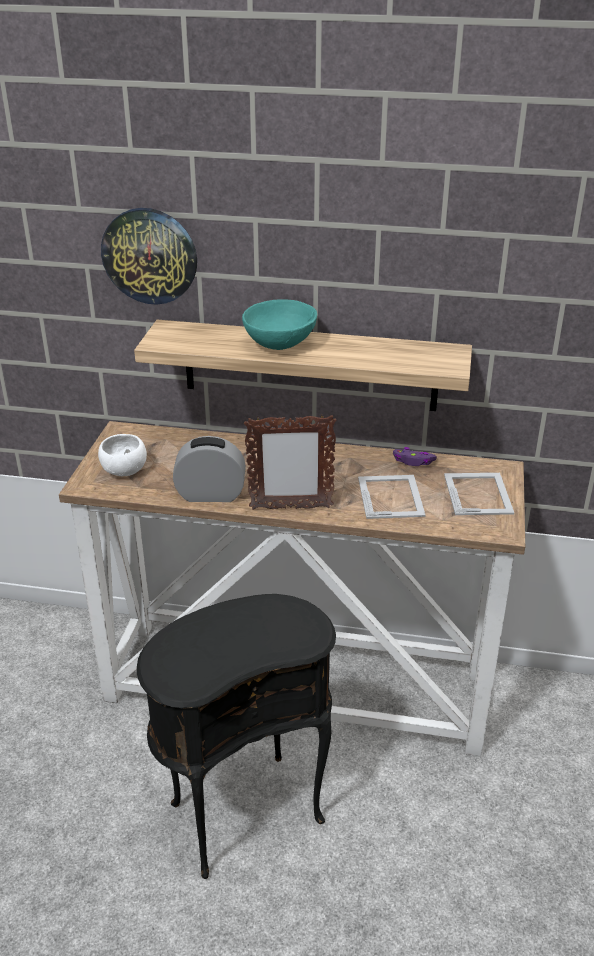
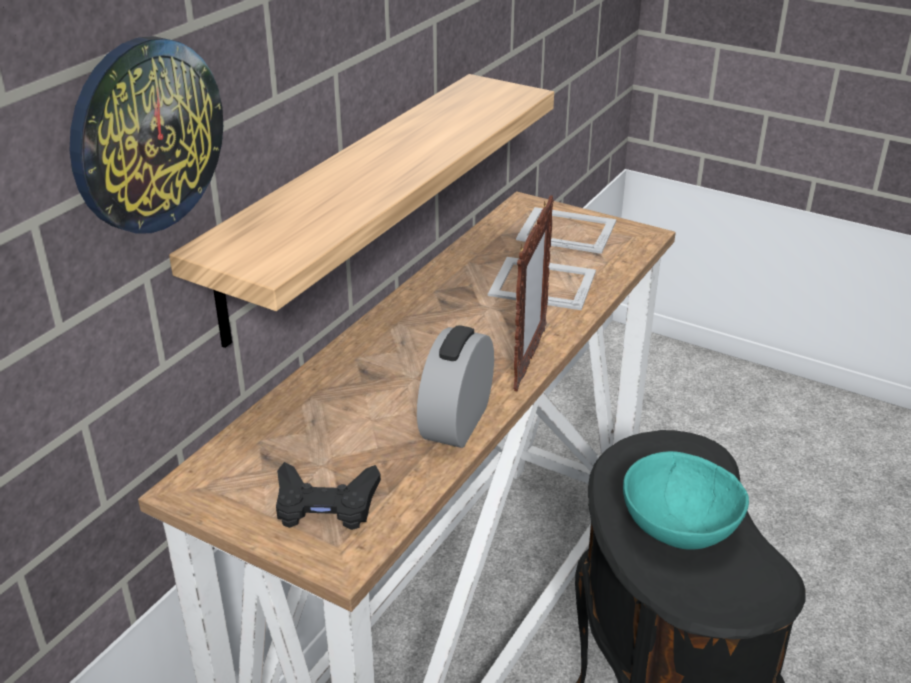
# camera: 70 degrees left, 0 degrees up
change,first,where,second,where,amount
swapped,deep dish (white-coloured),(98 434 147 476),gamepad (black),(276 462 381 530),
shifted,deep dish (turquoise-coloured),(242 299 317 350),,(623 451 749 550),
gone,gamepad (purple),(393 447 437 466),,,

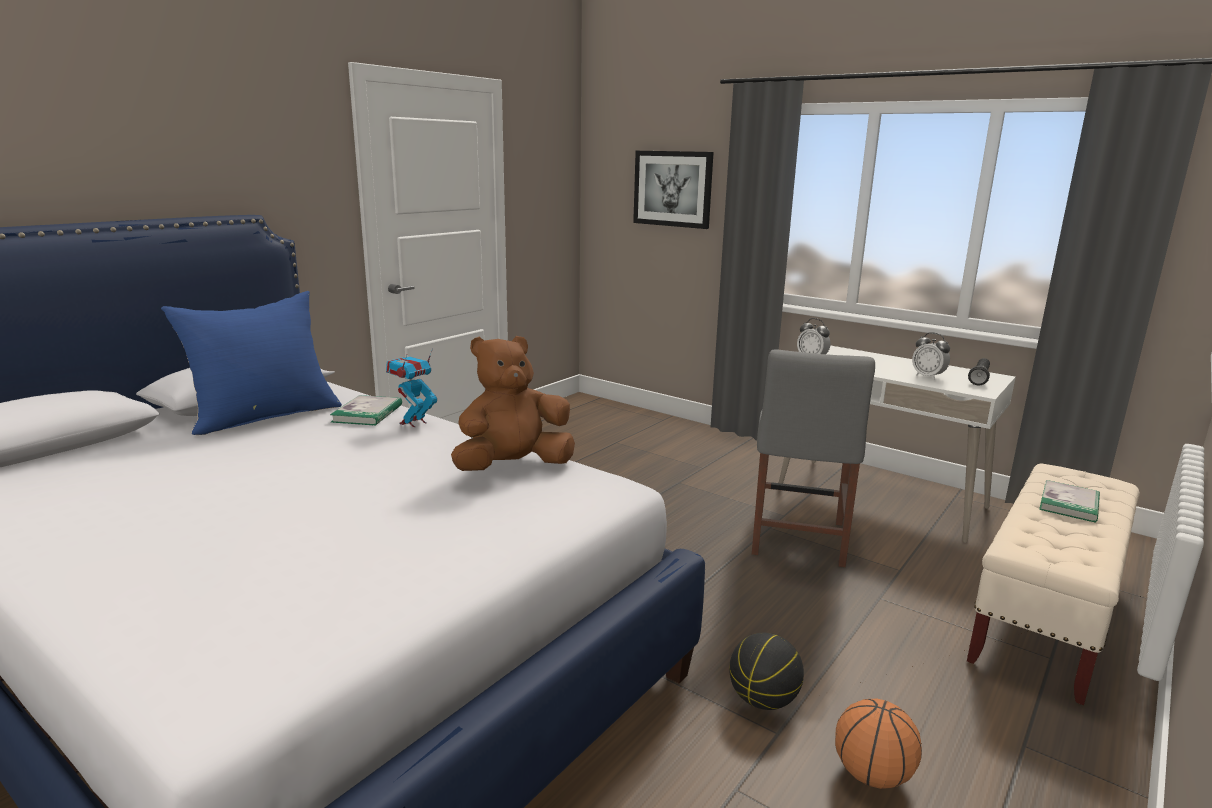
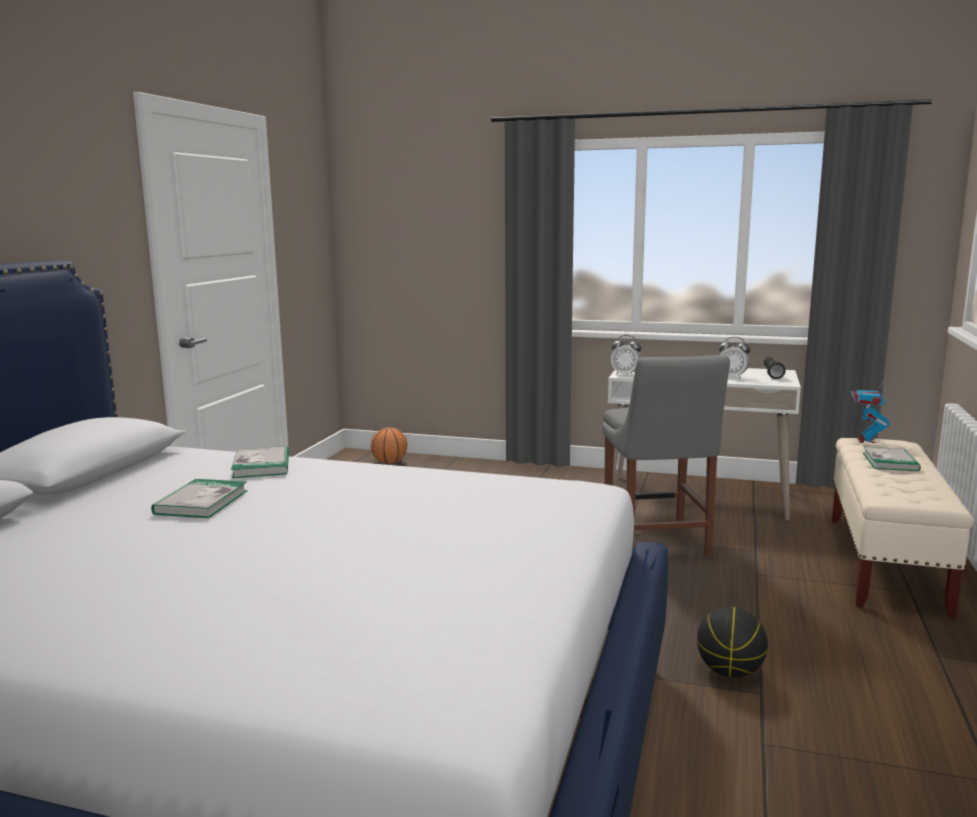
# camera: 20 degrees left, 5 degrees down
change,first,where,second,where,amount
gone,cushion (bluish),(161 291 342 435),,,
shifted,model robot,(386 348 437 427),,(851 381 890 443),
gone,plush toy (brownish),(451 336 575 471),,,
gone,wall art,(633 151 714 229),,,
shifted,ball for basketball,(835 699 922 789),,(371 427 407 464),
new,,,book,(151 479 248 518),

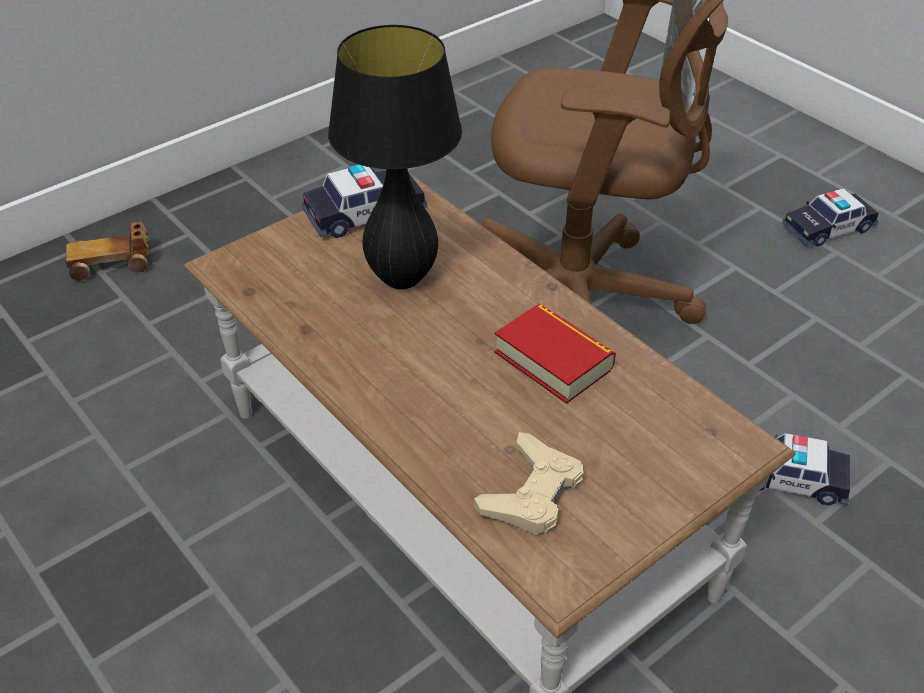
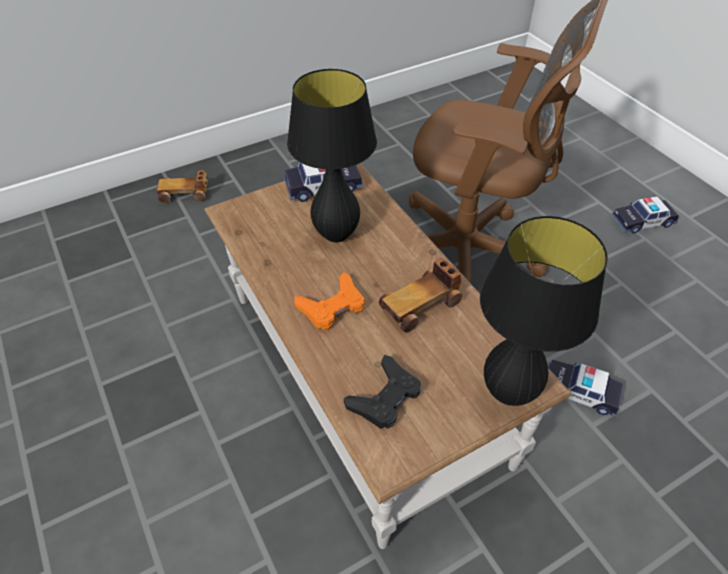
# camera: 10 degrees right, 5 degrees up
change,first,where,second,where,amount
repainted,gamepad (sand-coloured),(474 432 583 535),gamepad (black),(344 355 421 429),
swapped,book,(494 303 616 404),model car,(379 258 462 333),
new,,,gamepad (orange-coloured),(295 272 365 330),
new,,,lamp for a table (black),(480 216 608 406),

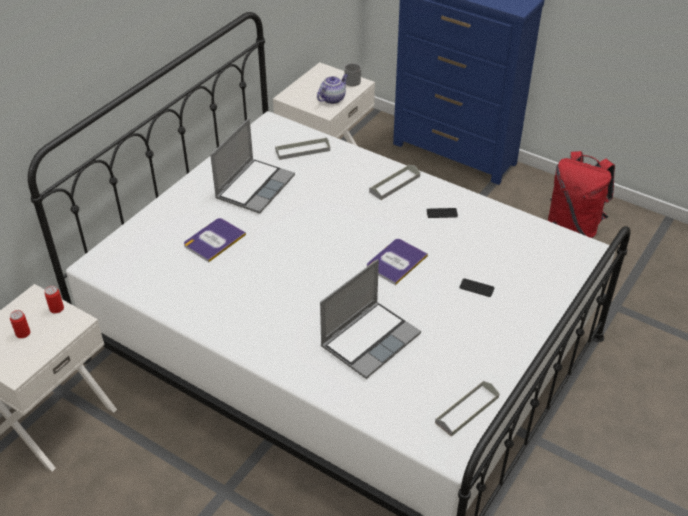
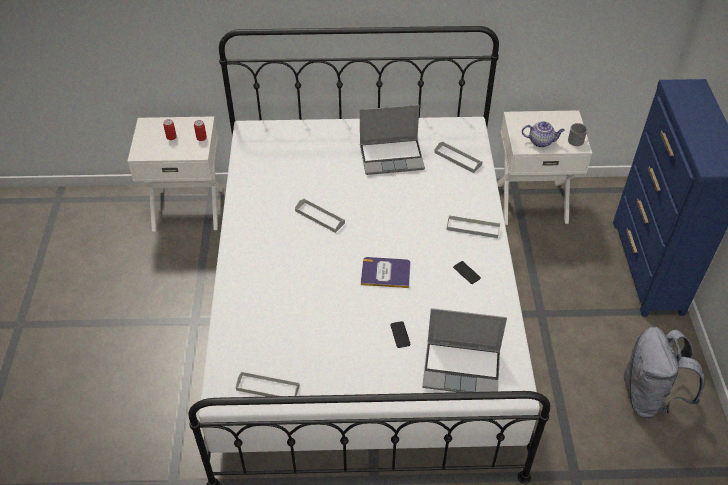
# camera: 55 degrees right, 5 degrees up
change,first,where,second,where,amount
gone,book,(184 218 246 262),,,
shifted,notebook computer,(320 259 421 379),,(422 308 507 392),
repainted,rucksack (red),(548 151 615 238),rucksack (greyish),(622 327 704 418),
new,,,serving tray (greyish),(295 199 345 233),

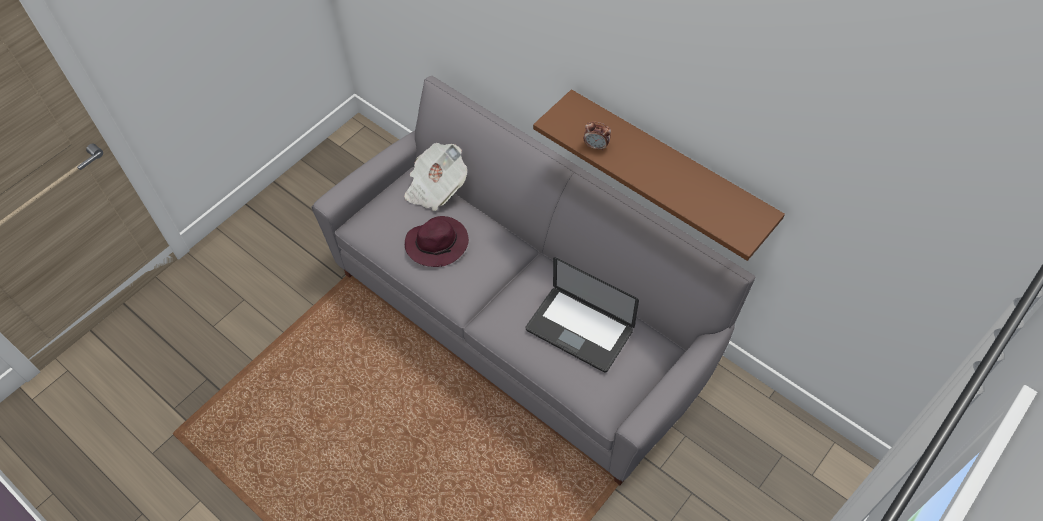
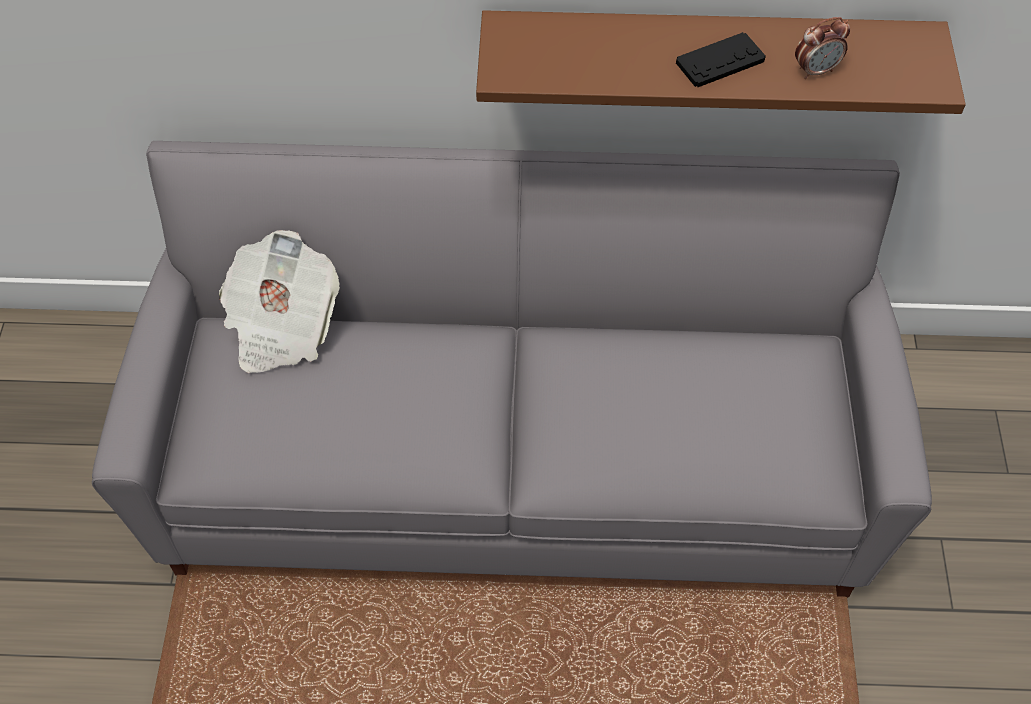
# camera: 40 degrees left, 0 degrees up
change,first,where,second,where,amount
gone,wearable hat (purple),(405 216 469 267),,,
gone,notebook computer,(526 257 639 372),,,
shifted,bedside clock,(583 121 611 151),,(795 17 850 79),
new,,,gamepad (black),(676 32 766 87),

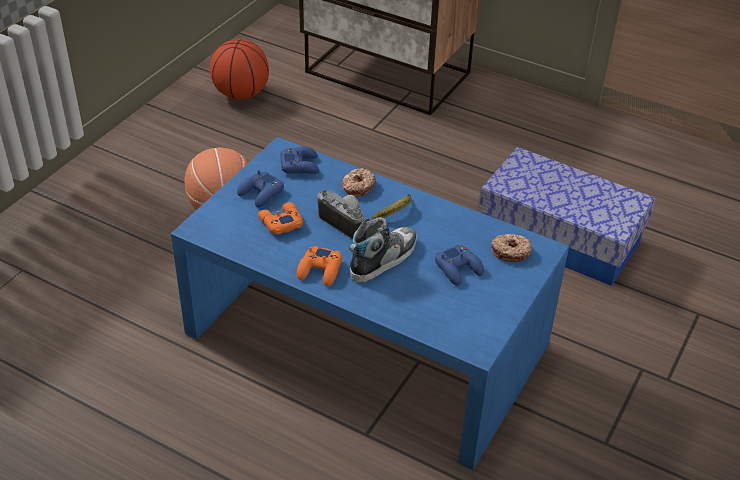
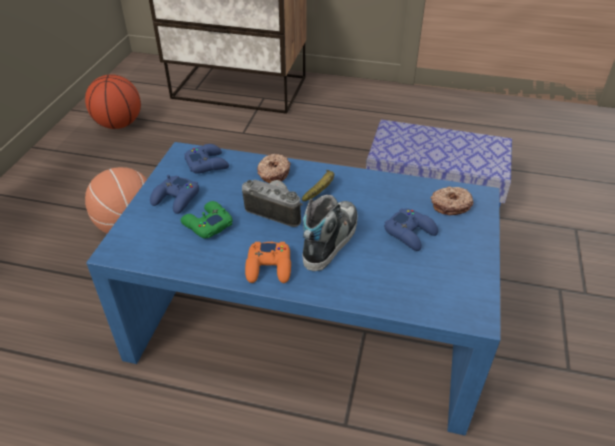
# camera: 15 degrees left, 0 degrees up
change,first,where,second,where,amount
repainted,gamepad (orange-coloured),(258 202 303 235),gamepad (green-coloured),(181 201 233 238),

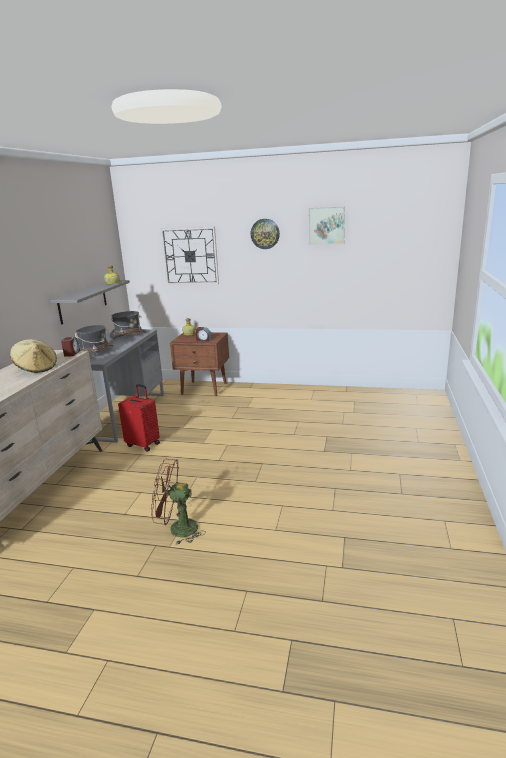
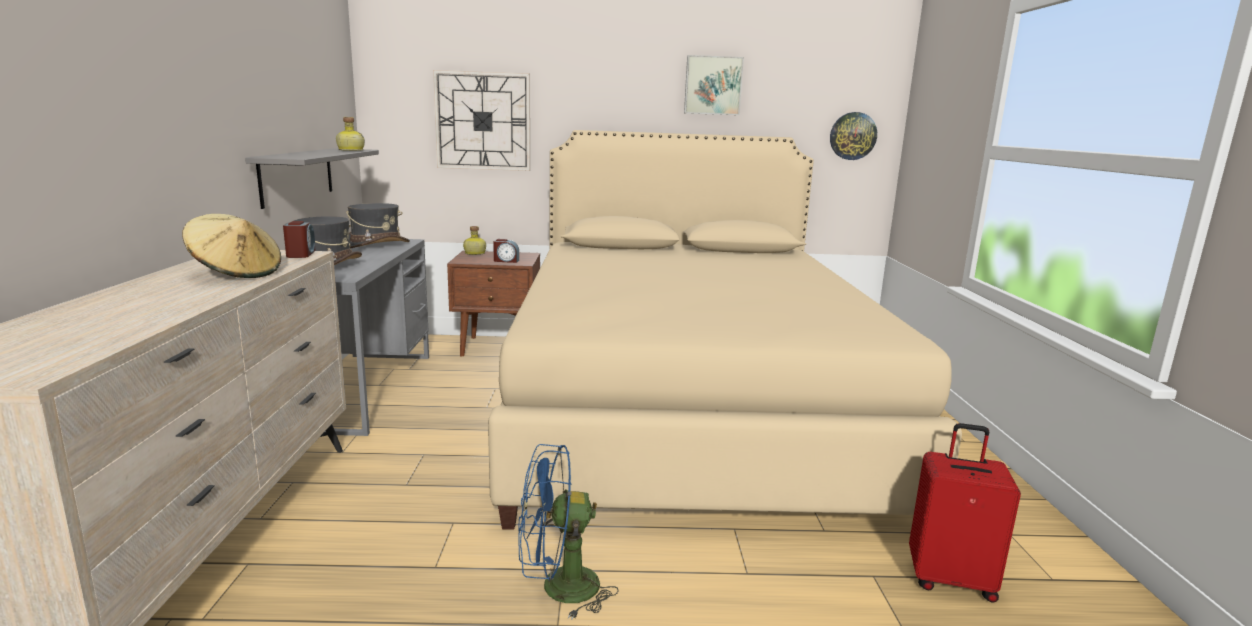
# camera: 15 degrees left, 5 degrees down
change,first,where,second,where,amount
shifted,travel case (red),(118 384 160 452),,(909 423 1021 603),
repainted,fan (brownish),(151 459 206 545),fan (bluish),(518 444 619 620),
shifted,clock on the wall,(250 219 280 249),,(830 112 877 160),
new,,,bedroom bed (sand-coloured),(488 130 962 530),

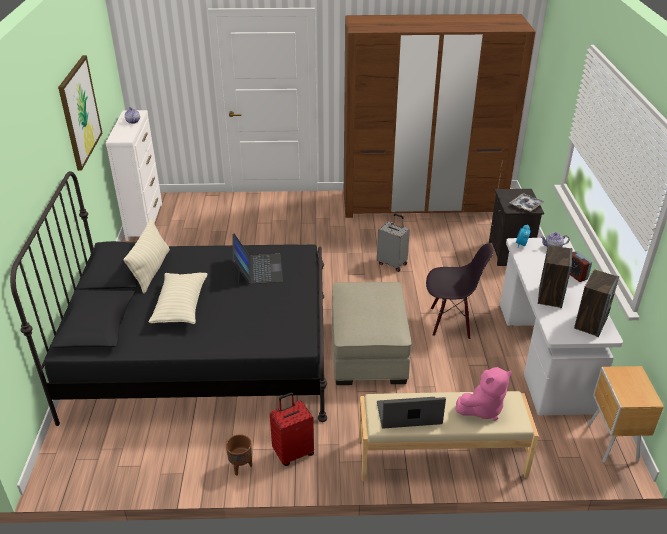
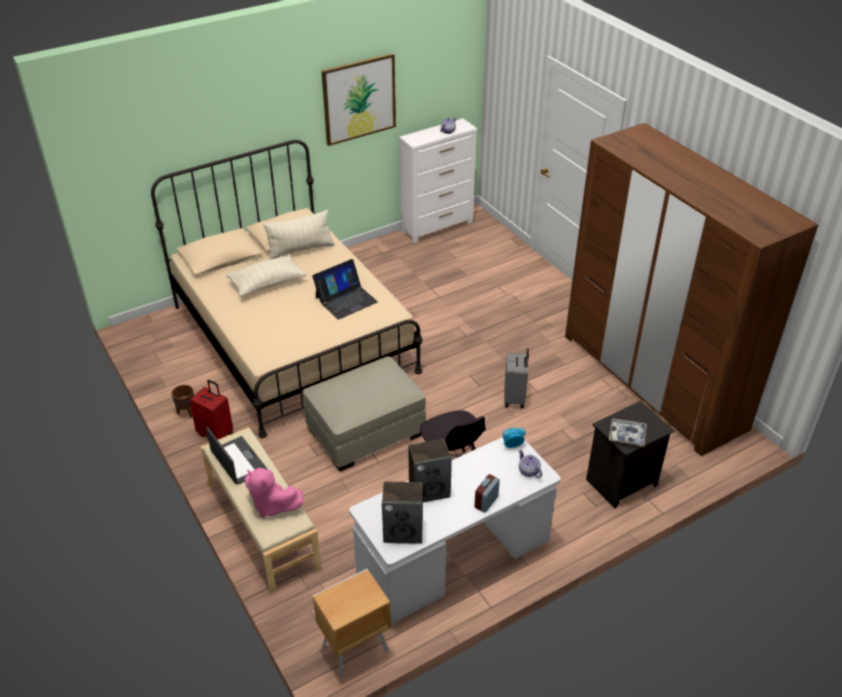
# camera: 60 degrees right, 5 degrees up
change,first,where,second,where,amount
repainted,bedroom bed (black),(10 171 327 426),bedroom bed (sand-coloured),(151 140 423 438),

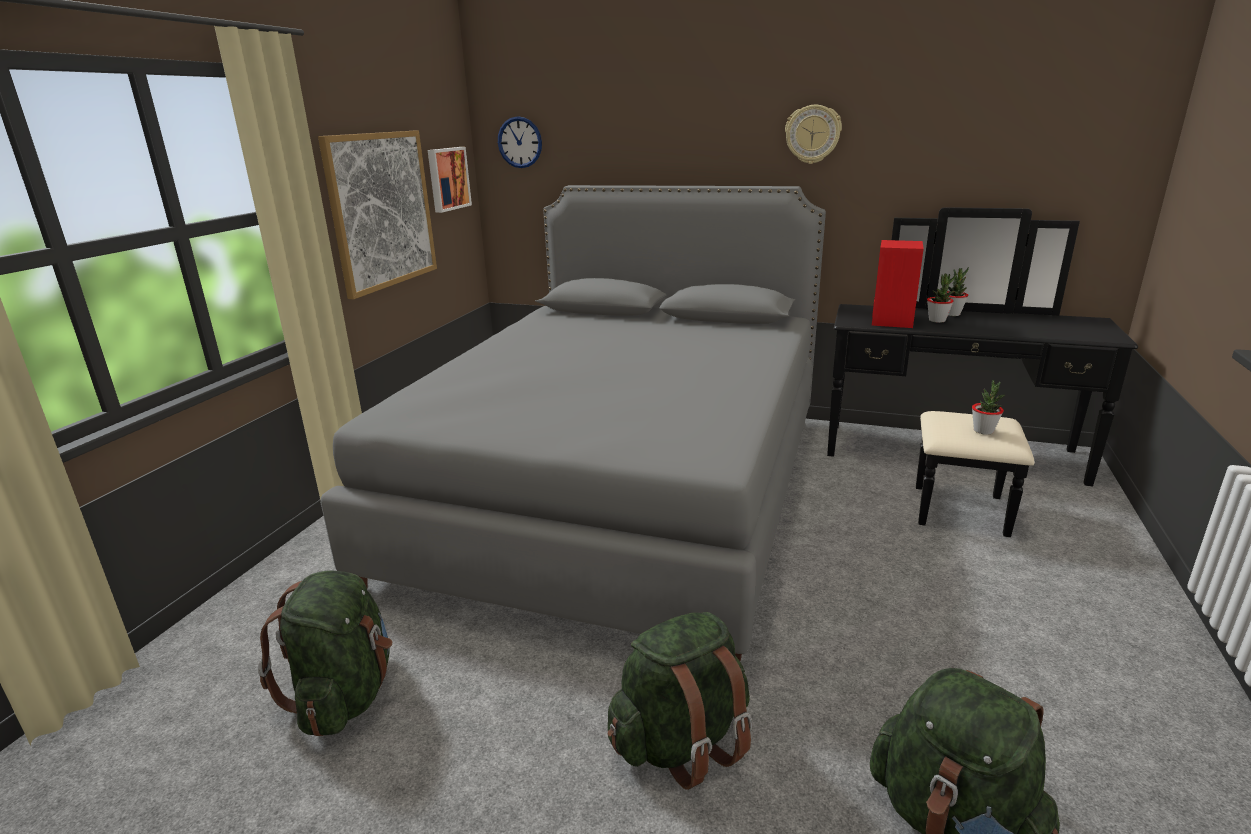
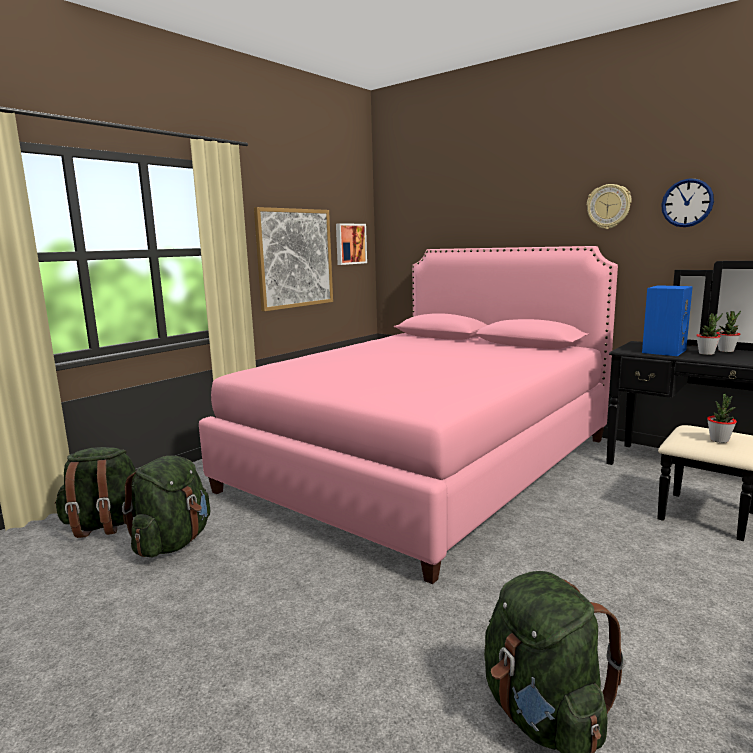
# camera: 20 degrees right, 10 degrees down
change,first,where,second,where,amount
repainted,bedroom bed (greyish),(320 185 826 662),bedroom bed (pink),(199 246 618 584),
shifted,clock on the wall,(498 116 542 168),,(661 178 714 227),
shifted,rucksack (green-coloured),(608 612 752 790),,(55 447 136 538),
repainted,audio speaker (red),(872 240 924 328),audio speaker (bluish),(642 285 693 356),

